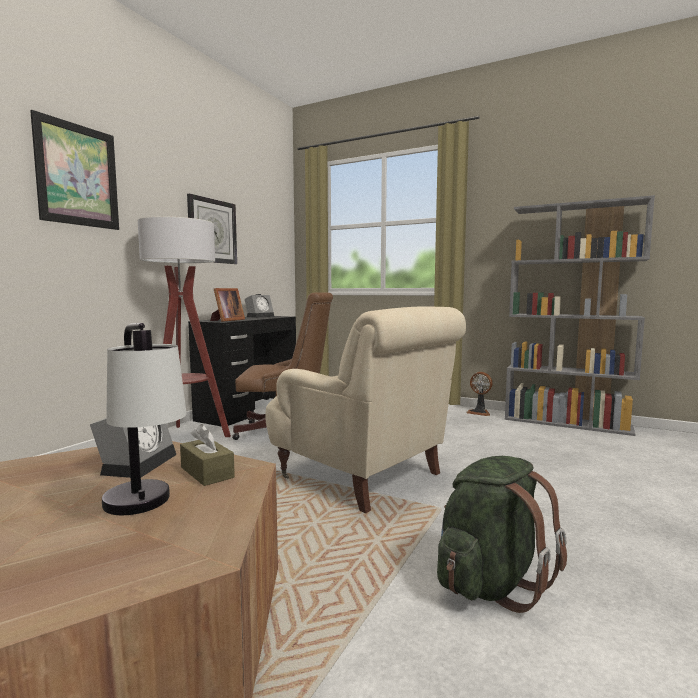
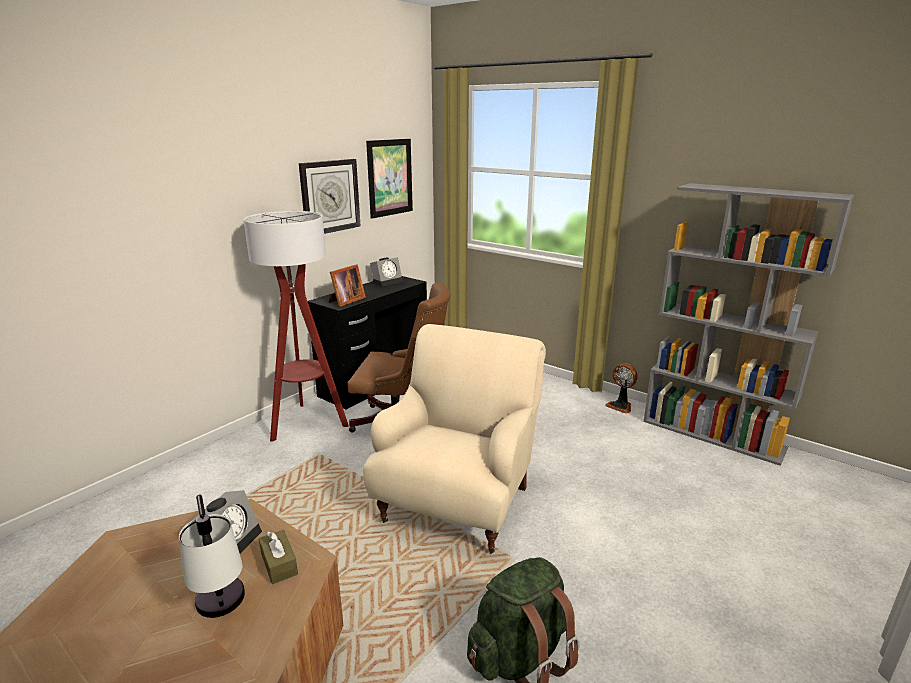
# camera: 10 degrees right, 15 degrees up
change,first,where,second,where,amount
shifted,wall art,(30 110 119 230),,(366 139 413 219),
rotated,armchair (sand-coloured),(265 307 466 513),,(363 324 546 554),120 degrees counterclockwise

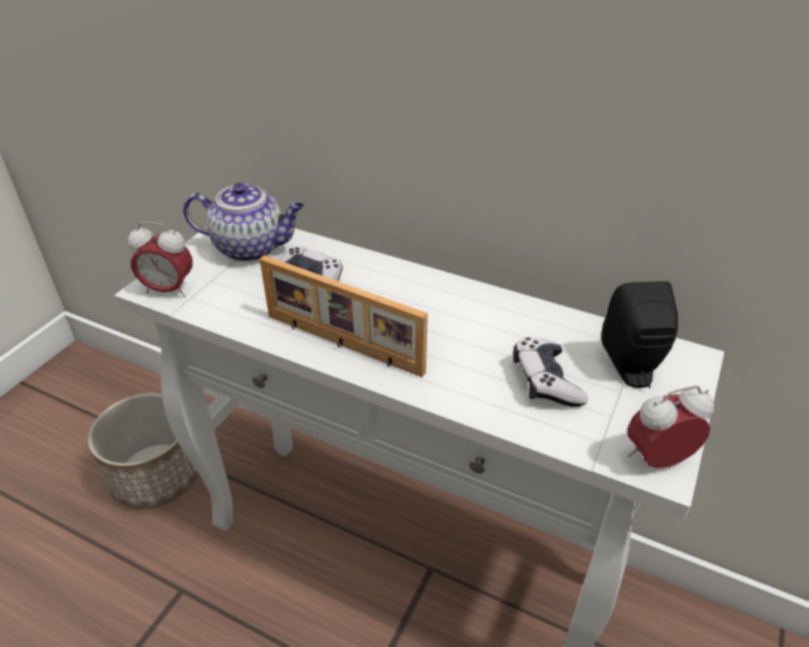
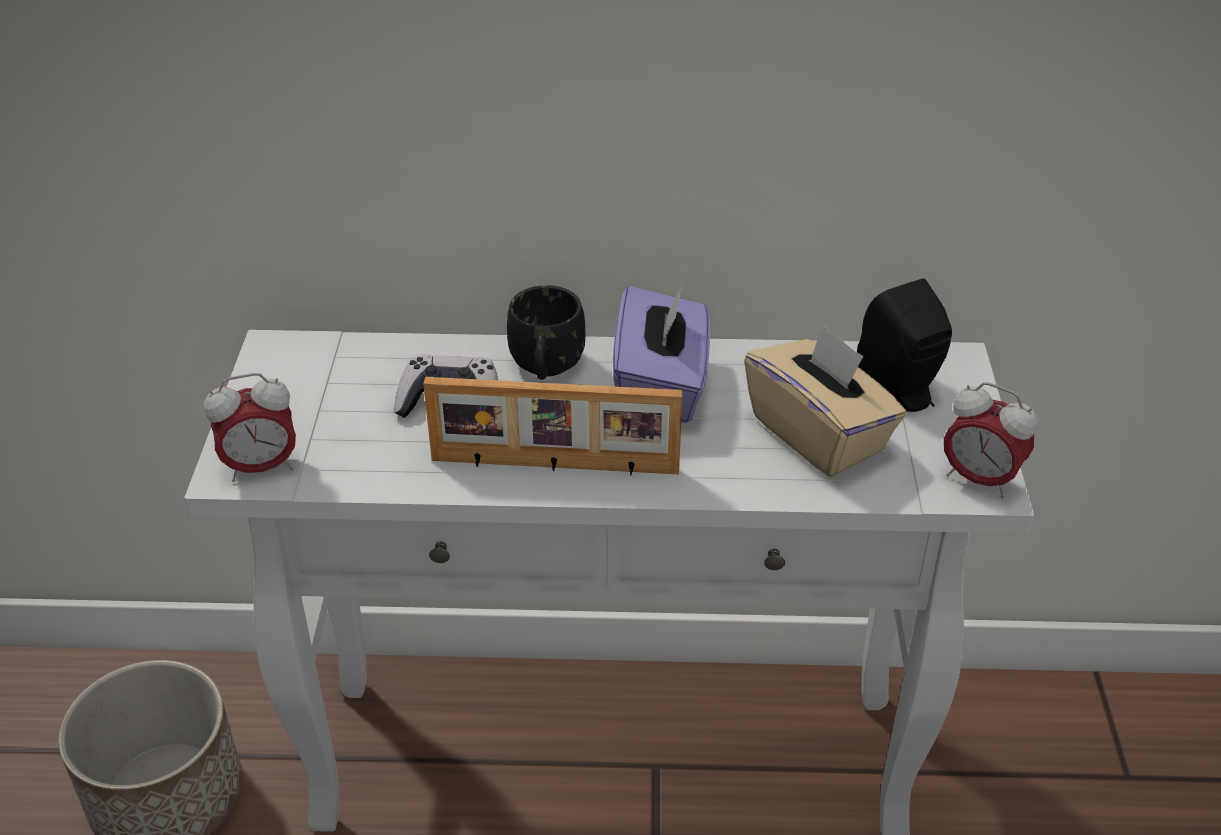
# camera: 25 degrees left, 0 degrees up
change,first,where,second,where,amount
gone,pot for tea,(183 183 304 262),,,
swapped,gamepad,(513 337 588 407),box of tissues (sand-coloured),(744 324 906 477),
rotated,bedside clock,(627 386 714 468),,(944 382 1038 499),105 degrees counterclockwise
new,,,coffee mug (black),(507 285 585 380),
new,,,box of tissues (purple),(613 284 710 423),

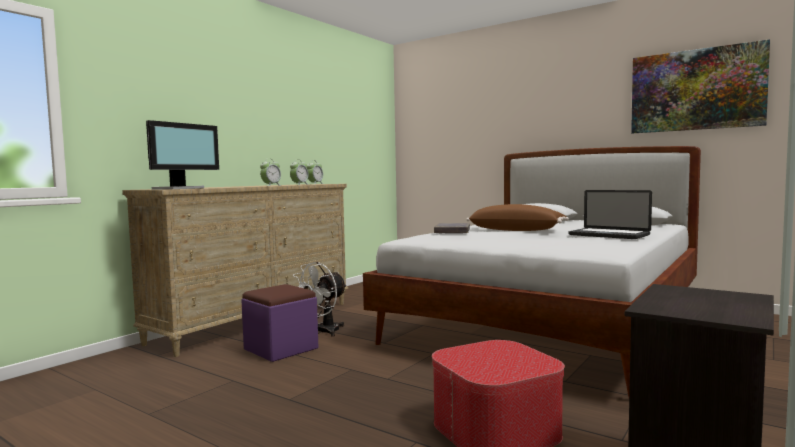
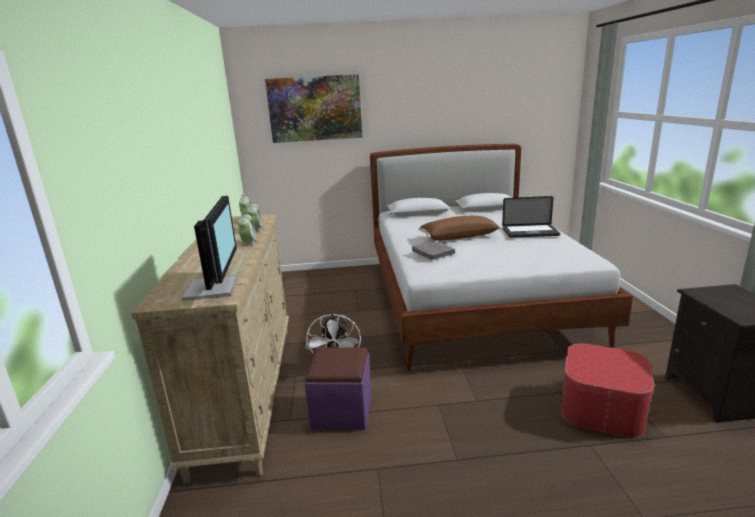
# camera: 40 degrees left, 15 degrees up
change,first,where,second,where,amount
shifted,wall art,(631 39 770 133),,(265 74 363 143),

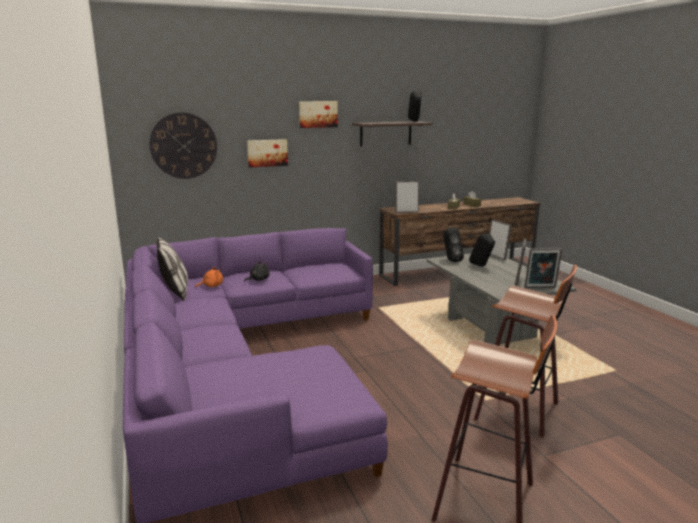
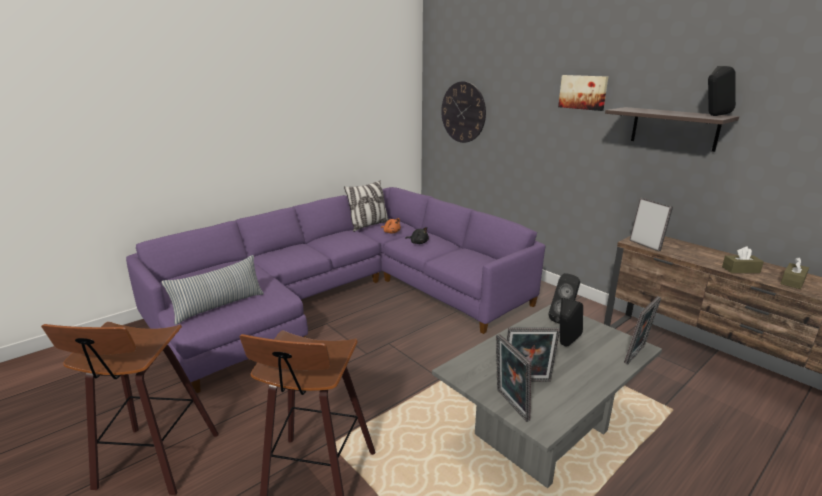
# camera: 70 degrees right, 5 degrees up
change,first,where,second,where,amount
gone,wall art,(247 139 288 167),,,
new,,,cushion,(161 255 264 325),

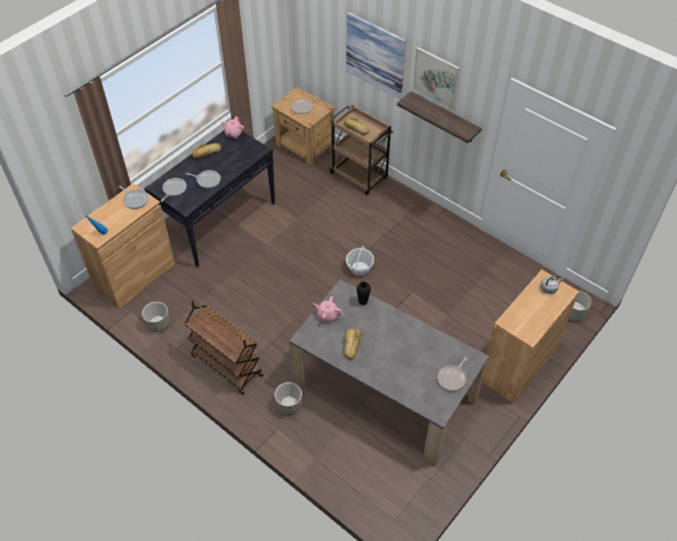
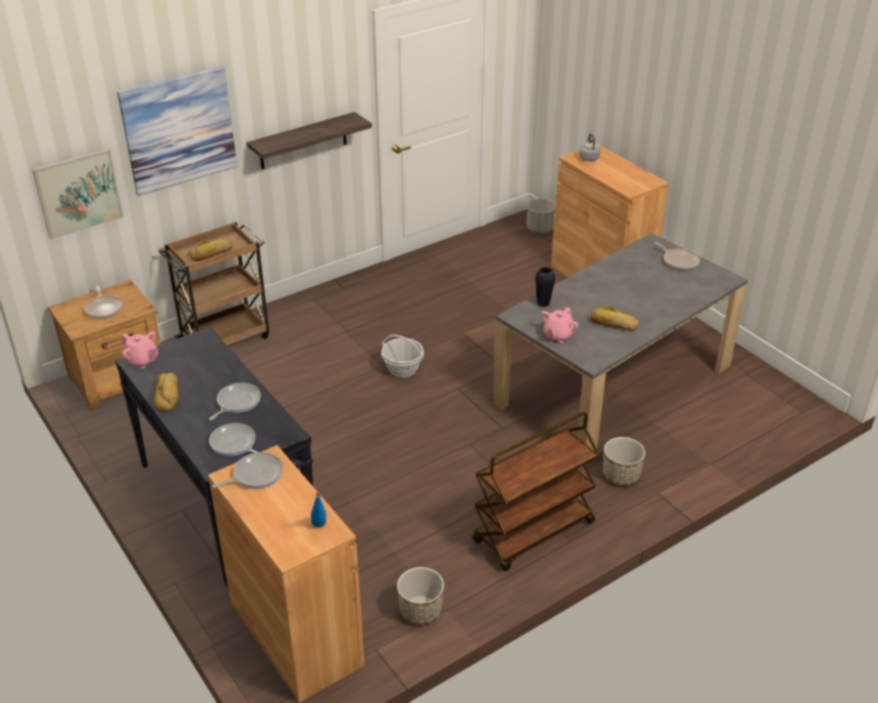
# camera: 75 degrees left, 15 degrees down
change,first,where,second,where,amount
shifted,wall art,(413 47 460 109),,(32 149 124 239),

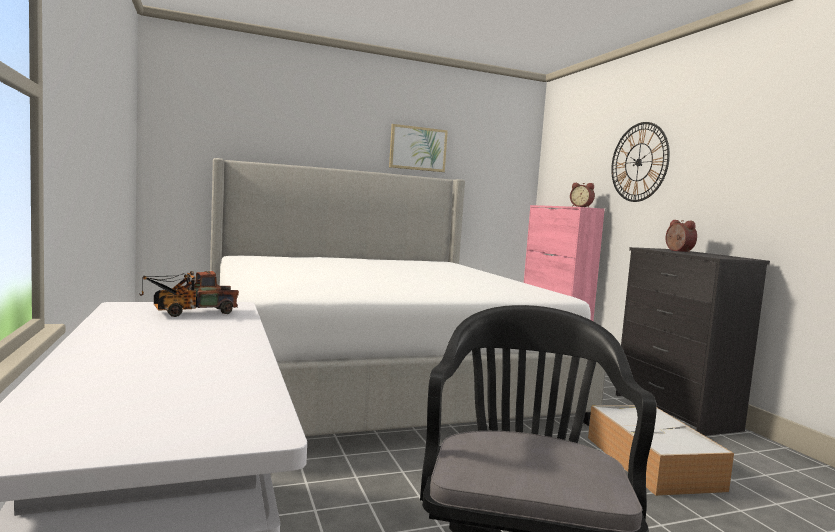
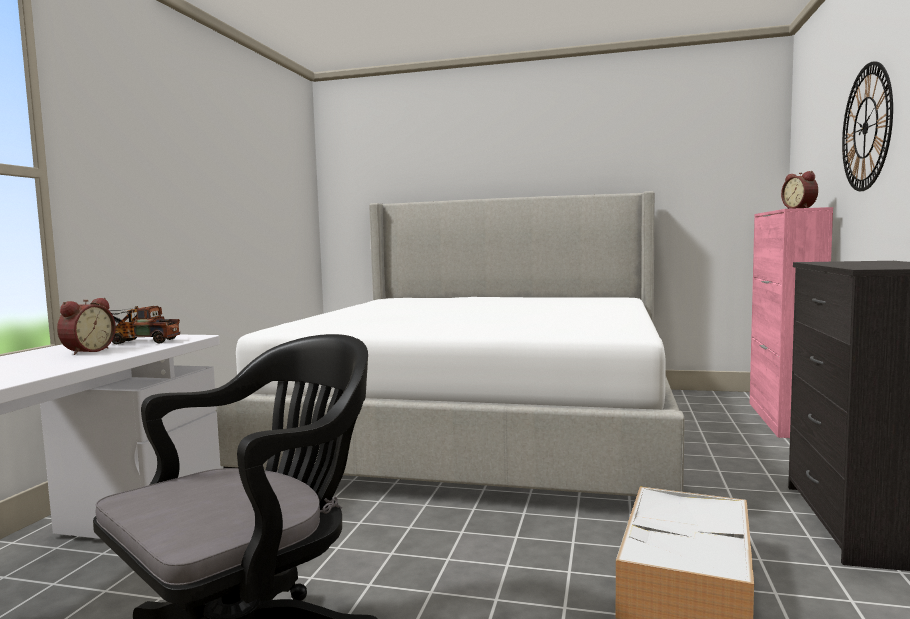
# camera: 35 degrees right, 0 degrees up
change,first,where,second,where,amount
gone,wall art,(389 124 448 172),,,
shifted,bedside clock,(666 220 697 253),,(57 298 116 355),

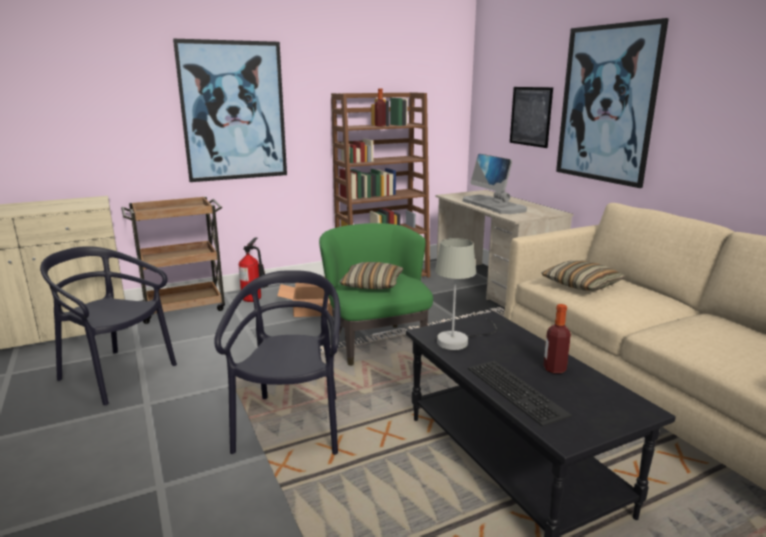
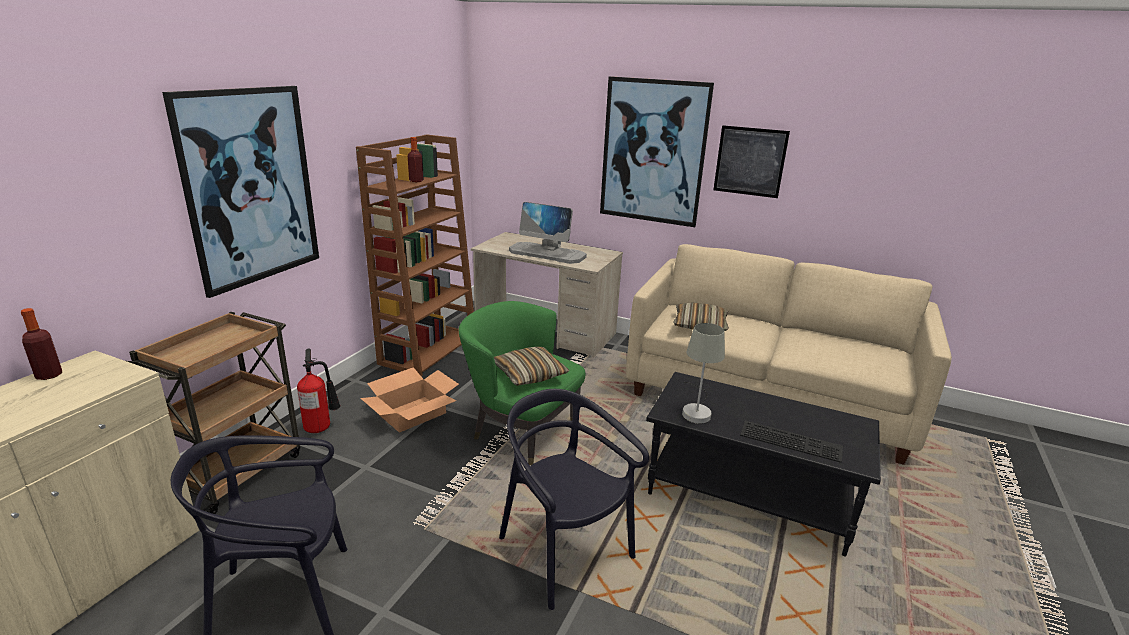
# camera: 40 degrees left, 5 degrees up
change,first,where,second,where,amount
shifted,wall art,(510 87 553 148),,(713 125 790 198),
shifted,bottle,(543 304 571 373),,(21 308 62 380),

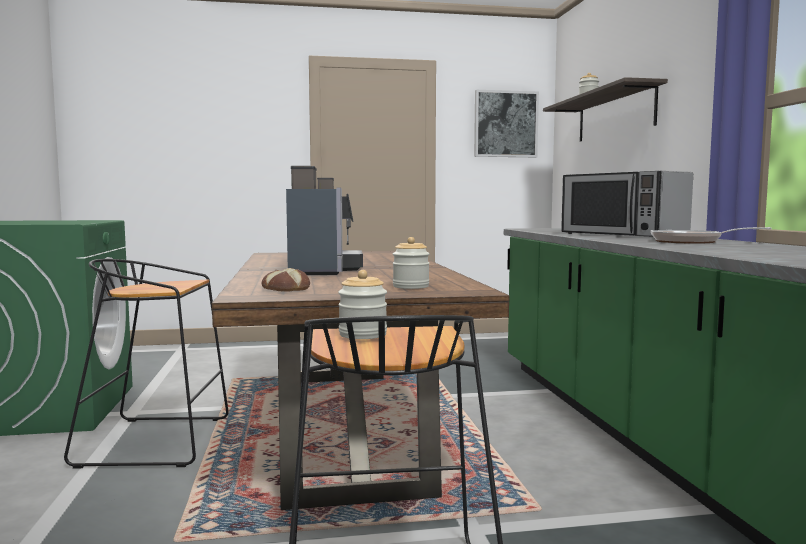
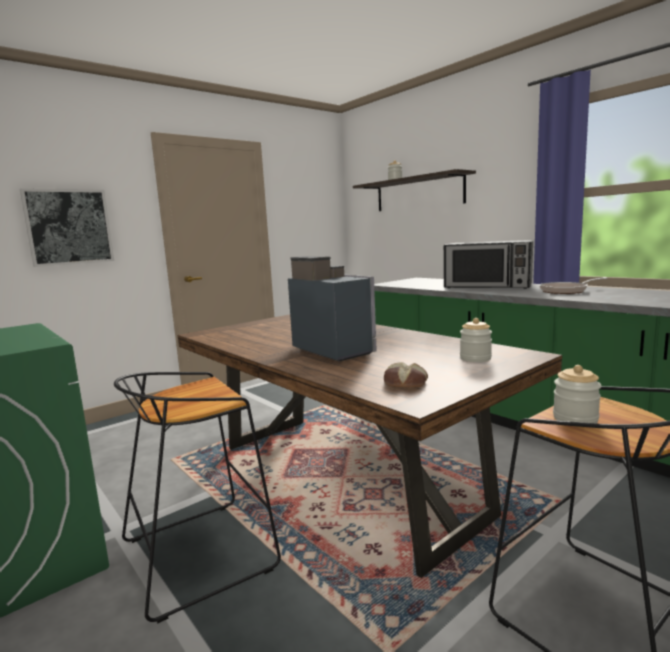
# camera: 30 degrees left, 5 degrees up
change,first,where,second,where,amount
shifted,wall art,(474 90 539 157),,(20 188 114 267),

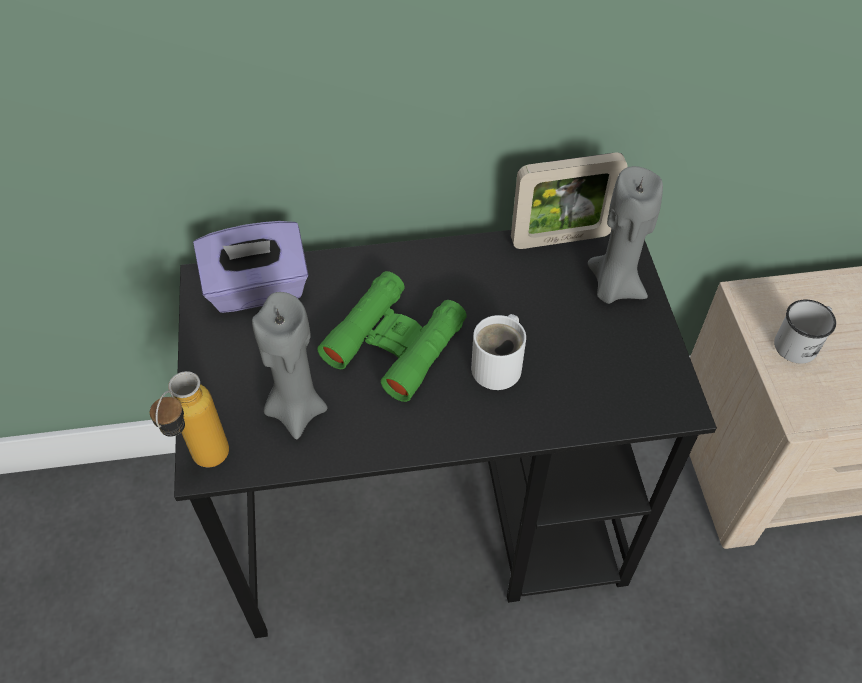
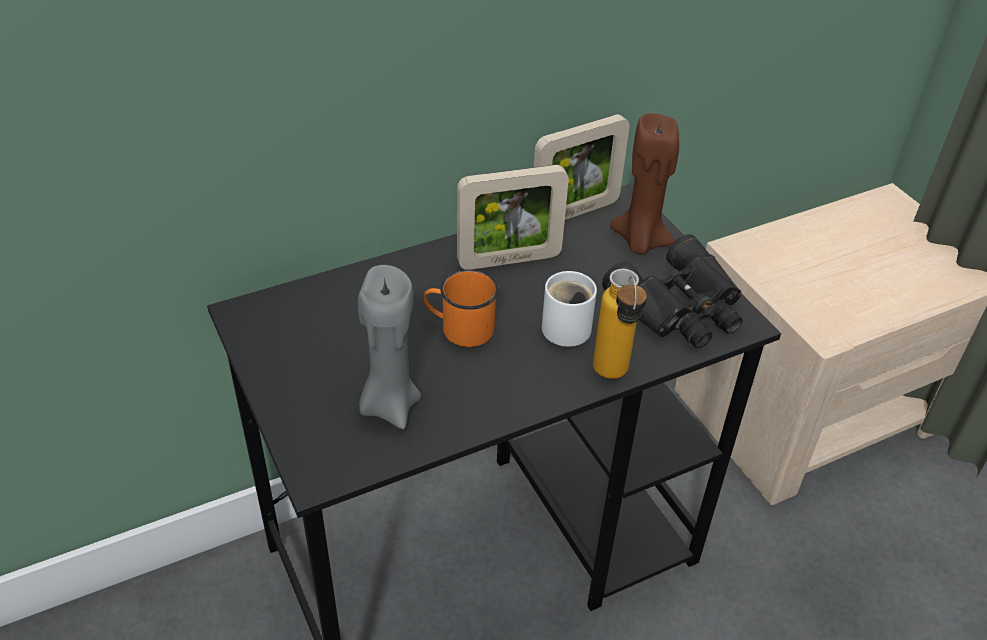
# camera: 20 degrees left, 10 degrees down
change,first,where,second,where,amount
shifted,bottle,(150 371 229 467),,(593 269 647 379),
gone,box of tissues (purple),(193 221 308 313),,,
swapped,binoculars (green-coloured),(318 271 467 402),coffee mug (orange-coloured),(423 269 498 347),
repainted,wax light (greyish),(588 166 663 304),wax light (brownish),(610 113 679 255),
gone,coffee mug (white-coloured),(774 300 836 364),,,
new,,,photo frame,(457 165 569 270),
new,,,binoculars (black),(602 234 742 348),

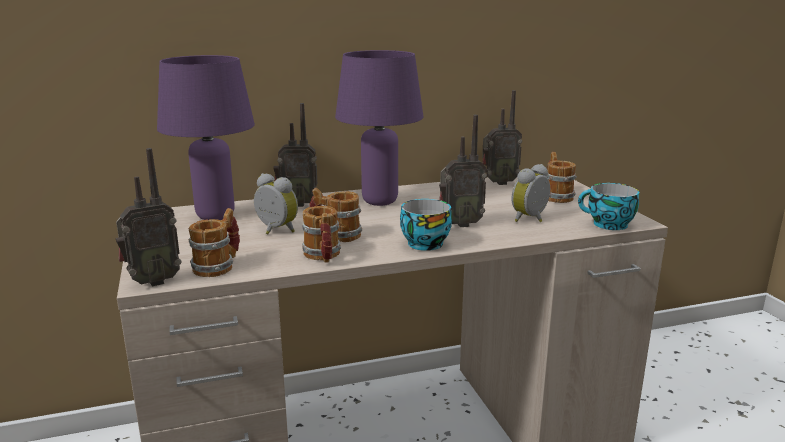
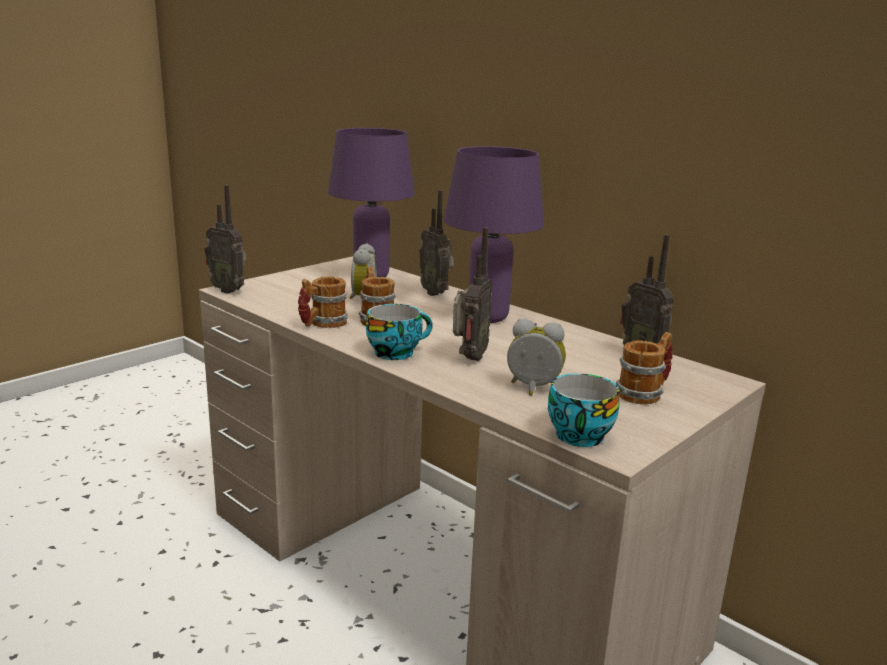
# camera: 60 degrees right, 0 degrees up
change,first,where,second,where,amount
gone,coffee mug,(189 208 240 277),,,
rotated,radio,(439 115 487 227),,(453 227 493 361),120 degrees counterclockwise

